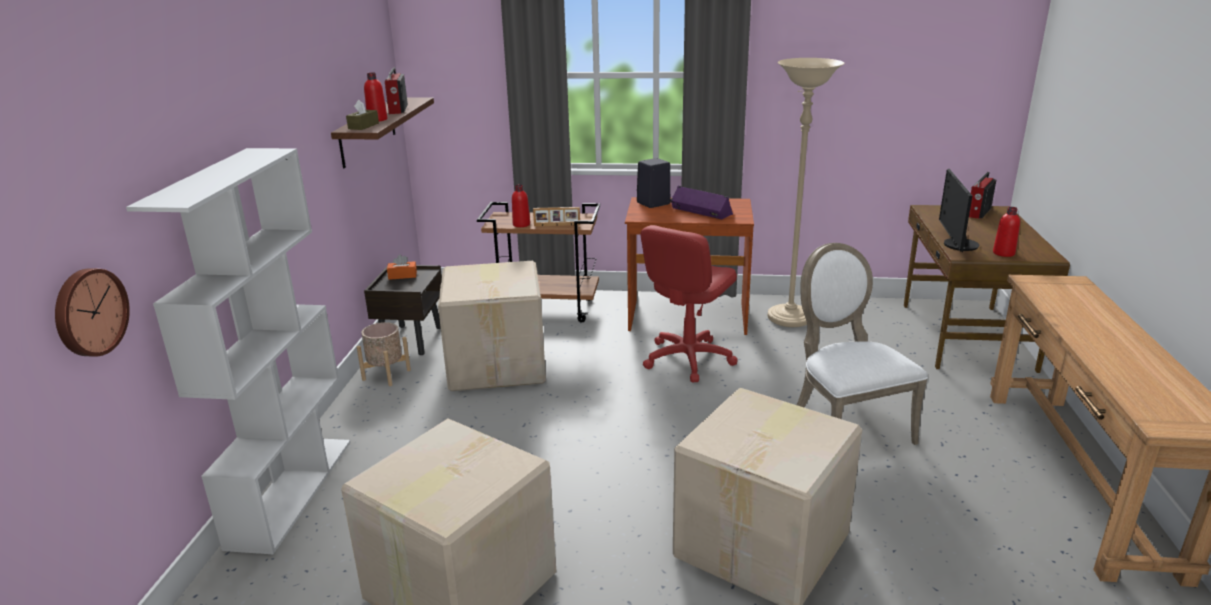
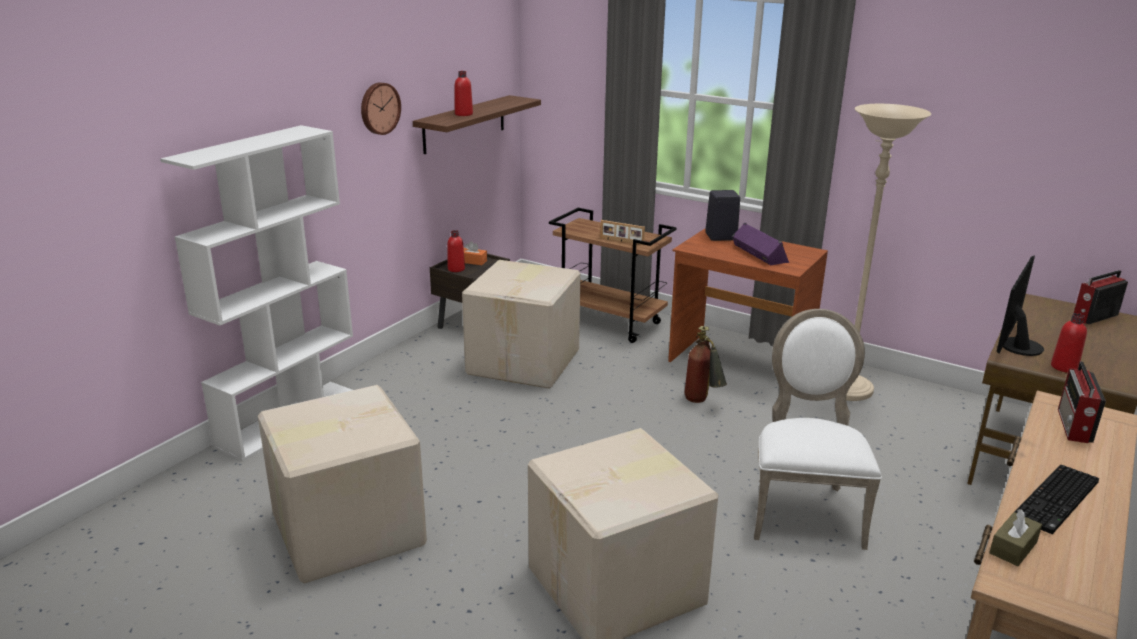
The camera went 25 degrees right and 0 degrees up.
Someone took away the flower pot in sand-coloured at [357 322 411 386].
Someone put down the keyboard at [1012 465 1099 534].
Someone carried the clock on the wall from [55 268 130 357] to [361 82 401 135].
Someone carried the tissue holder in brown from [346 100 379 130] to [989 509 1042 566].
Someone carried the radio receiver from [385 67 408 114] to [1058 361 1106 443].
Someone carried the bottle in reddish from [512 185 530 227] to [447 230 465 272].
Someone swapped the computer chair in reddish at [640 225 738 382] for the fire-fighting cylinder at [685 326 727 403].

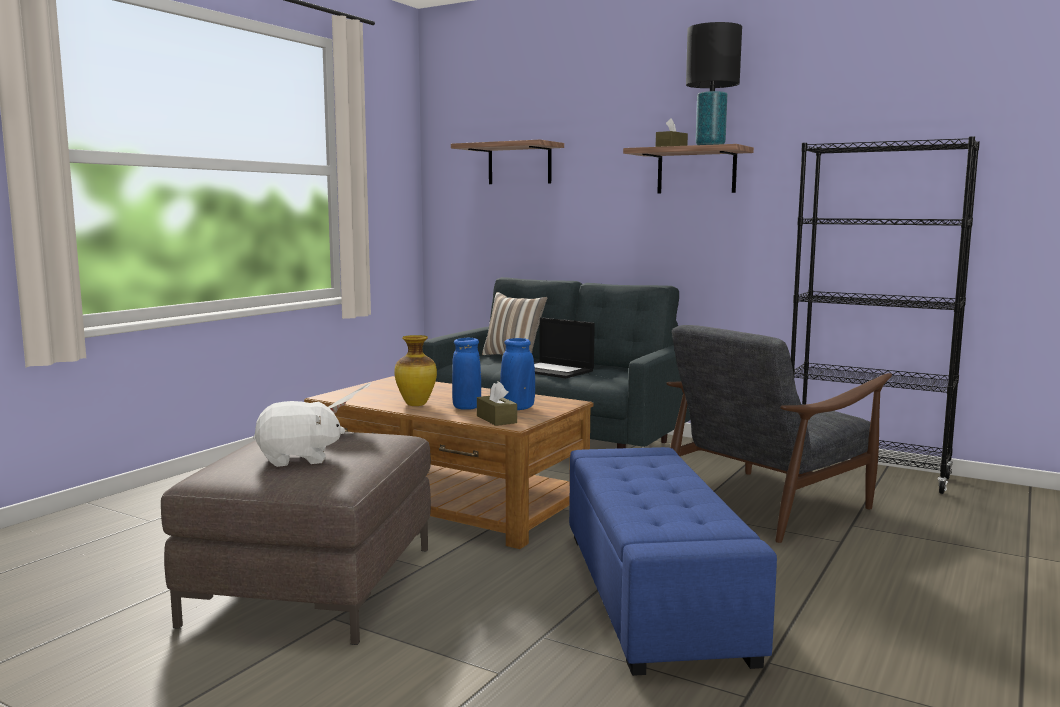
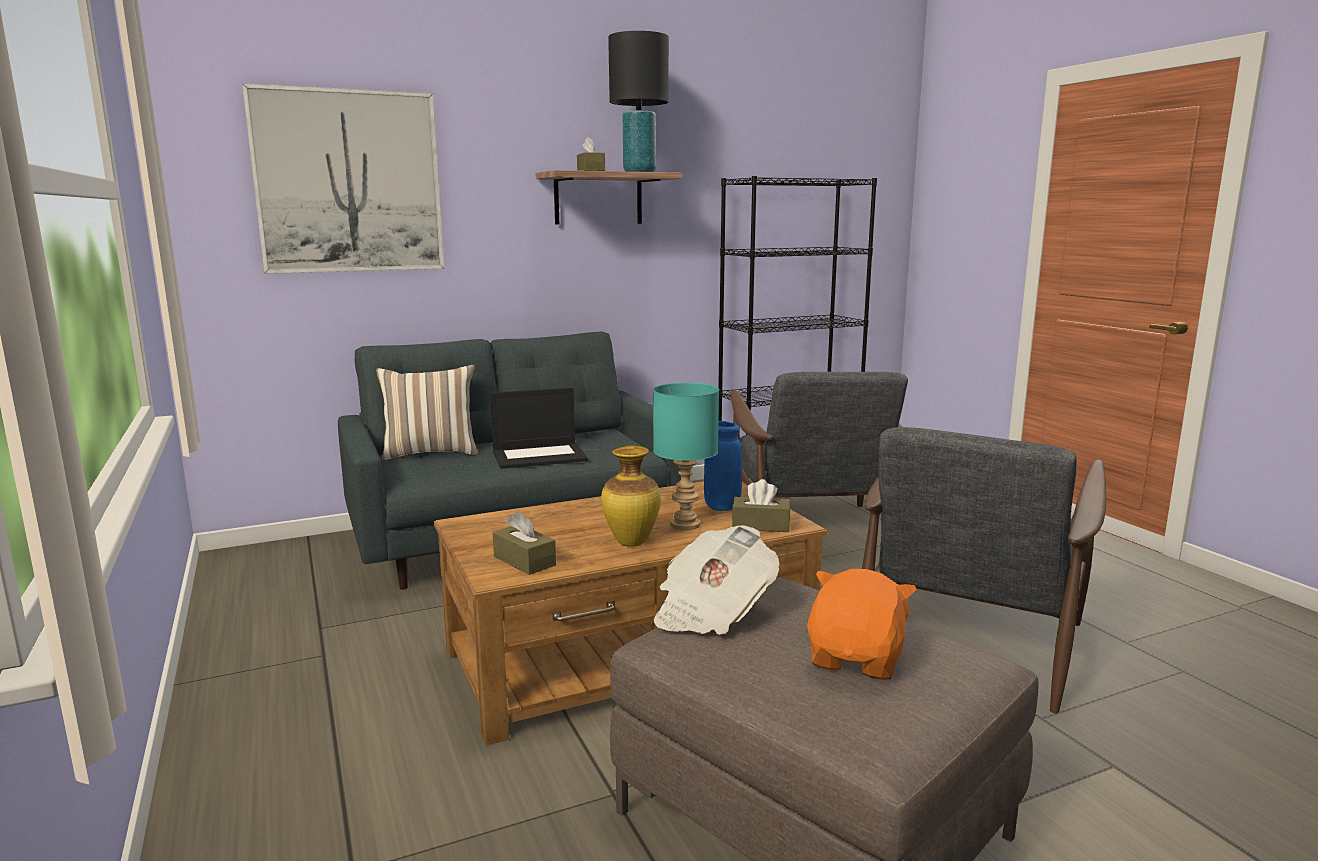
The camera went 55 degrees left and 5 degrees up.
Someone put down the tissue holder in brown at [493 511 556 575].
Someone swapped the shelf at [451 139 564 184] for the wall art at [242 83 444 274].
Someone swapped the vase in blue at [452 338 481 410] for the lamp for a table in turquoise-coloured at [653 383 719 530].
Someone swapped the pouffe in blue at [569 447 777 676] for the armchair in grey at [862 427 1106 713].
Someone repainted the soft toy in whitish at [253 401 345 467], which became the soft toy in orange-coloured at [807 569 916 680].

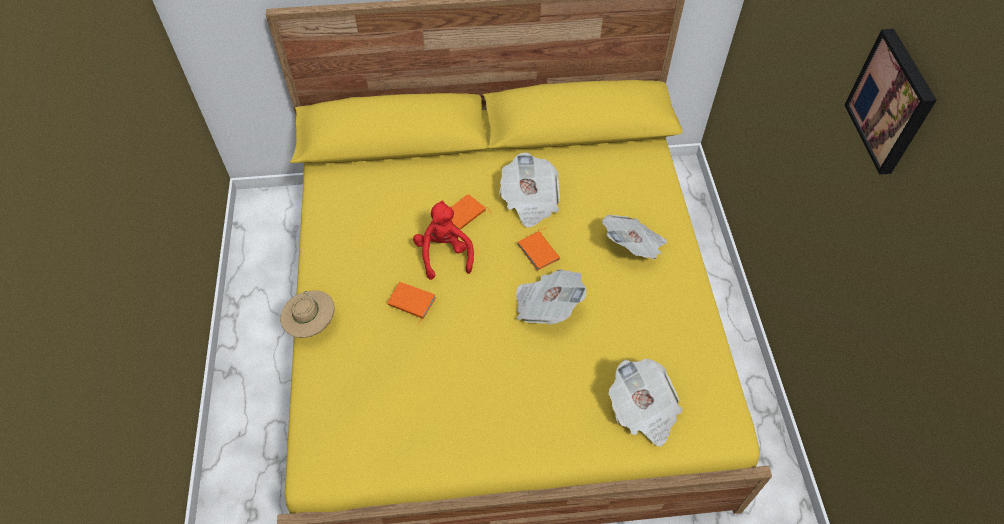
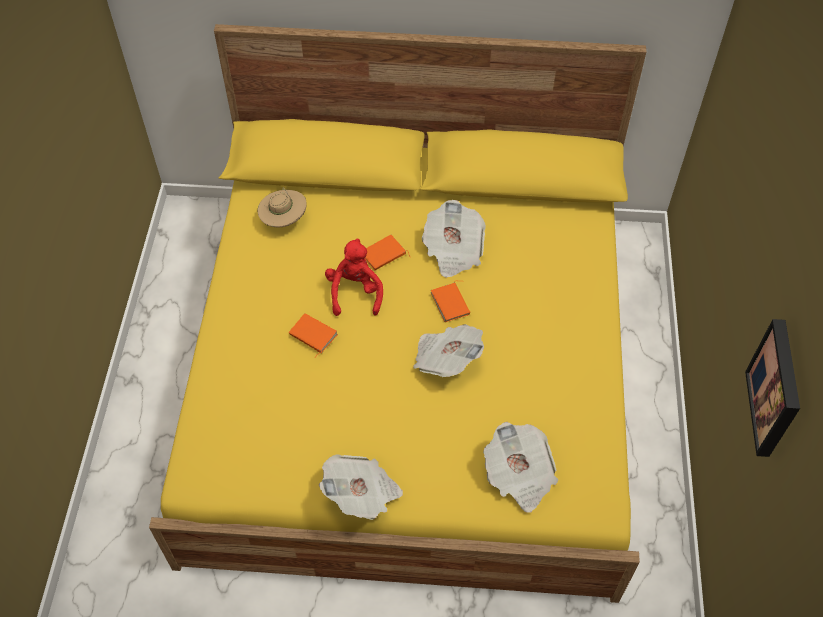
The camera went 10 degrees right and 0 degrees up.
Someone carried the wearable hat in sand-coloured from [280 290 334 338] to [257 187 307 228].
Someone carried the printed paper from [602 215 667 259] to [319 454 403 520].
Someone carried the wall art from [844 29 937 175] to [745 319 800 457].

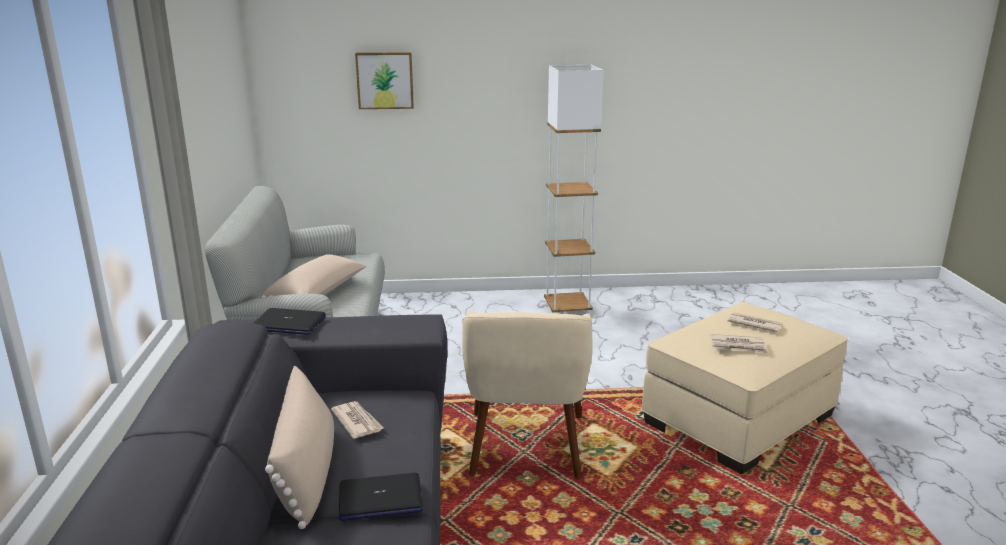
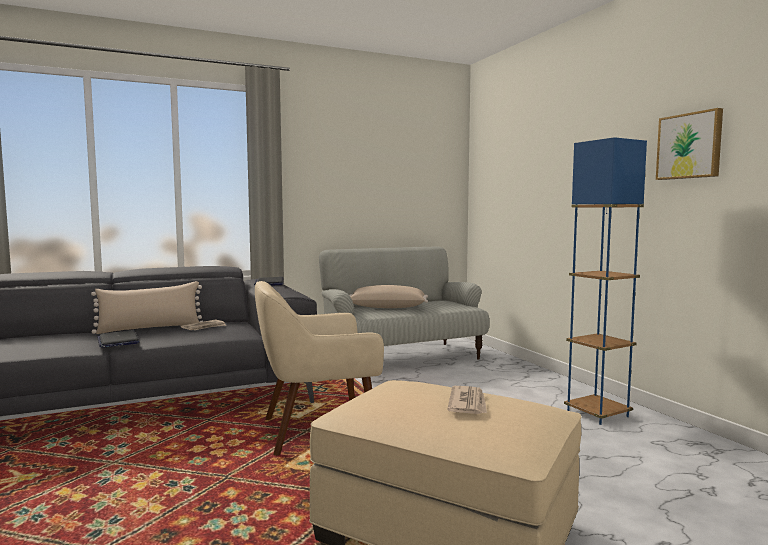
The camera went 70 degrees right and 15 degrees down.
Someone took away the printed paper at [710 334 768 353].
Someone carried the wall art from [355 52 414 109] to [656 108 723 180].
Someone repainted the standard lamp in whitish at [544 65 603 314], which became the standard lamp in blue at [564 137 647 425].

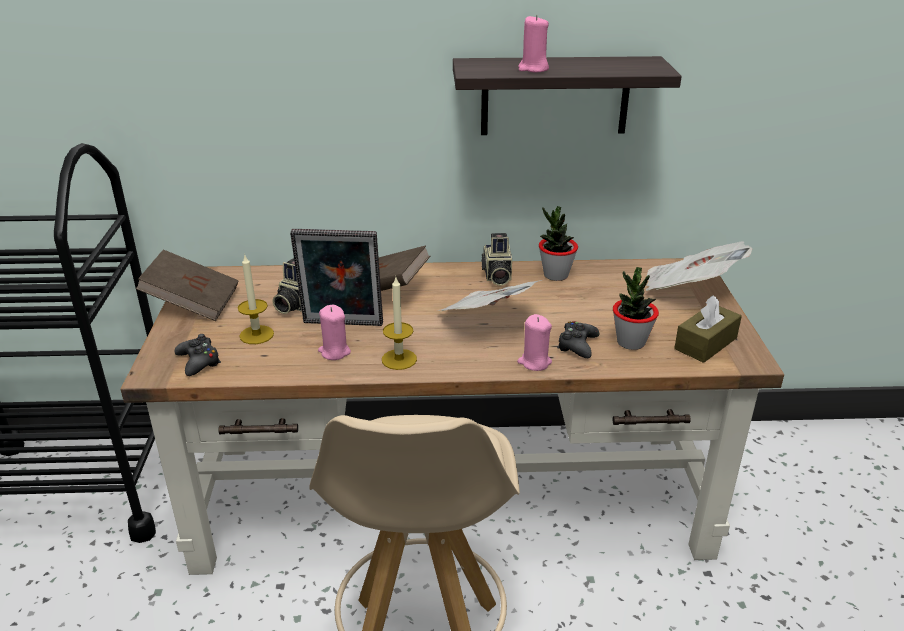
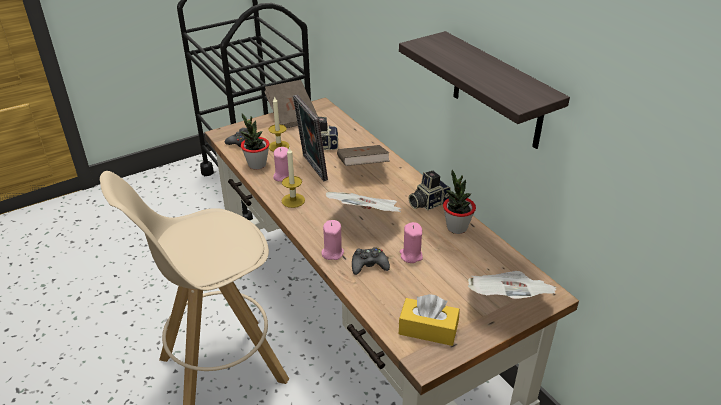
The camera went 60 degrees right and 5 degrees up.
Someone carried the wax candle in pink-coloured from [518 15 549 72] to [400 222 423 263].
Someone carried the potted plant from [613 267 659 350] to [241 113 269 170].
Someone repainted the tissue holder in brown at [674 295 742 363], which became the tissue holder in yellowish at [399 294 460 346].

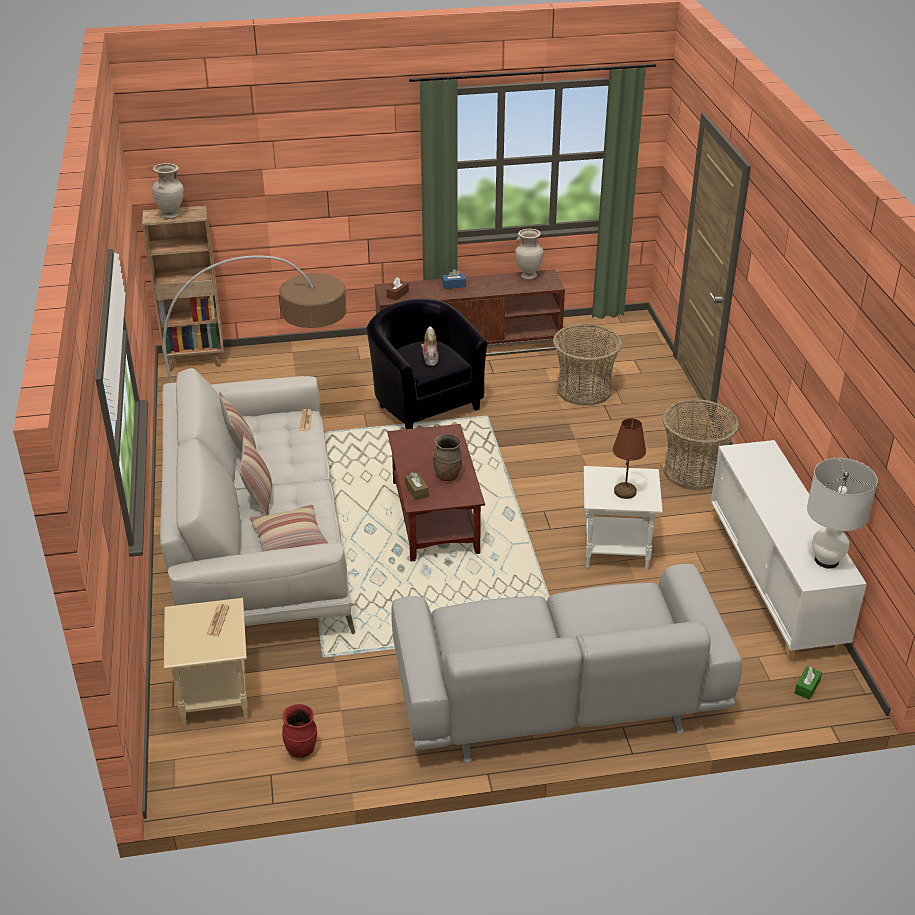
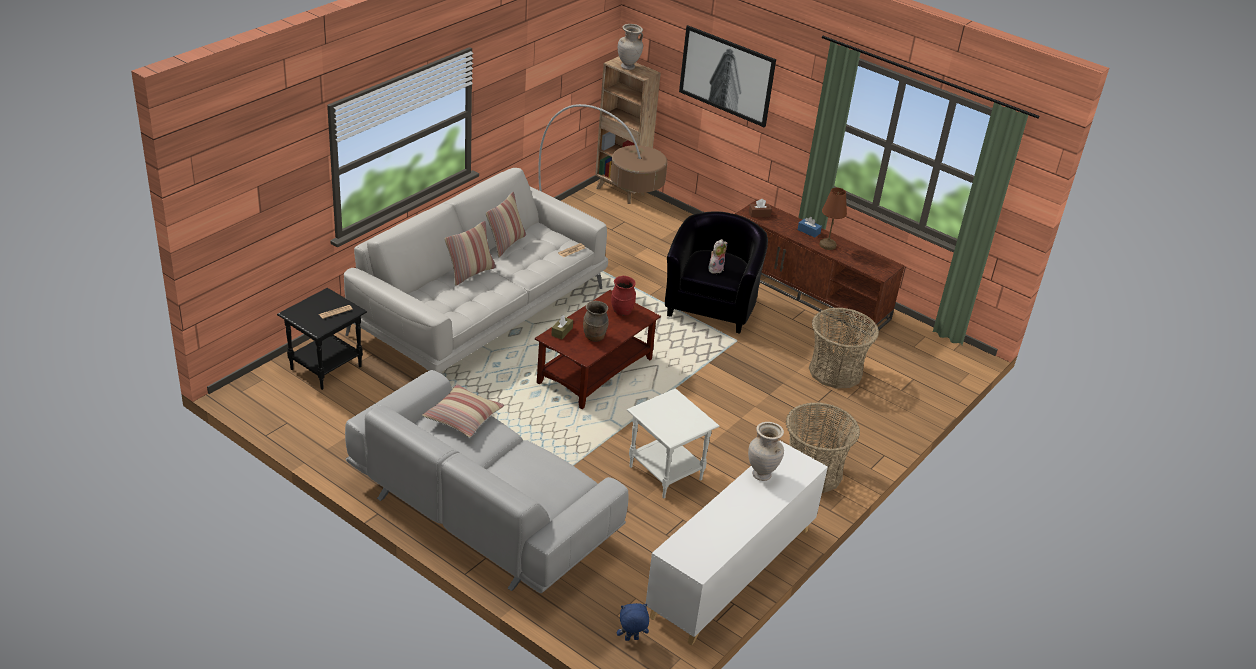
The camera went 45 degrees right and 0 degrees up.
Someone took away the lamp for a table in whitish at [807 458 878 568].
Someone put up the wall art at [679 25 776 128].
Someone carried the throw pillow from [250 505 328 552] to [422 384 504 438].
Someone carried the vase in reddish from [282 704 317 758] to [611 276 636 316].
Someone carried the vase in sand-coloured from [515 229 544 279] to [748 422 784 481].
Someone carried the lamp for a table in brown from [613 418 646 499] to [819 188 847 250].
Someone swapped the tissue holder in green at [795 666 822 700] for the soft toy in blue at [617 603 649 641].
Someone repainted the end table in sand-coloured at [164 598 248 727], which became the end table in black-coloured at [277 288 367 390].

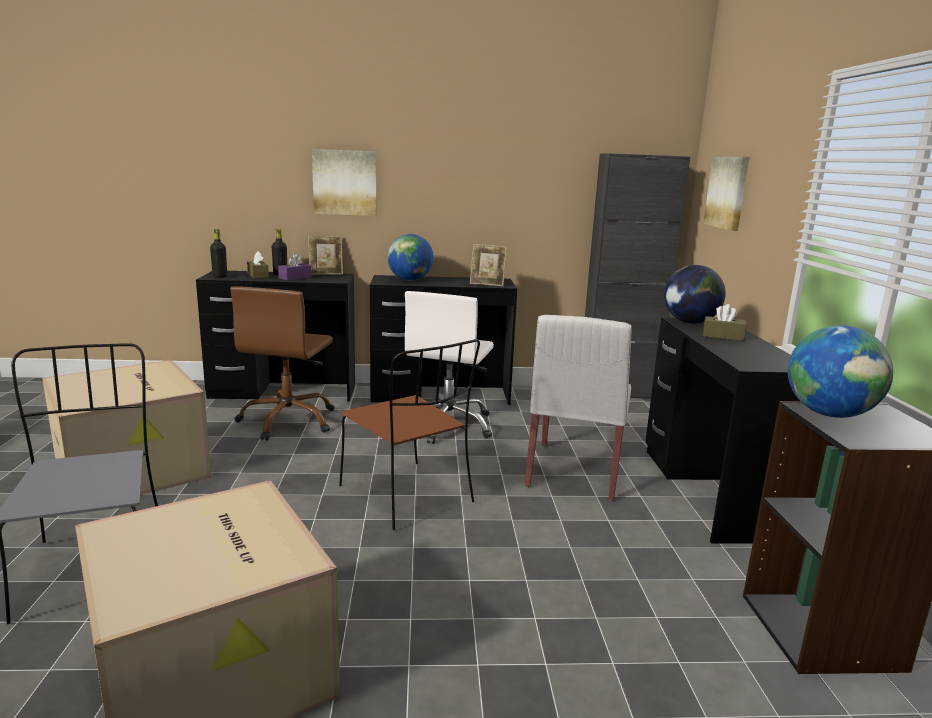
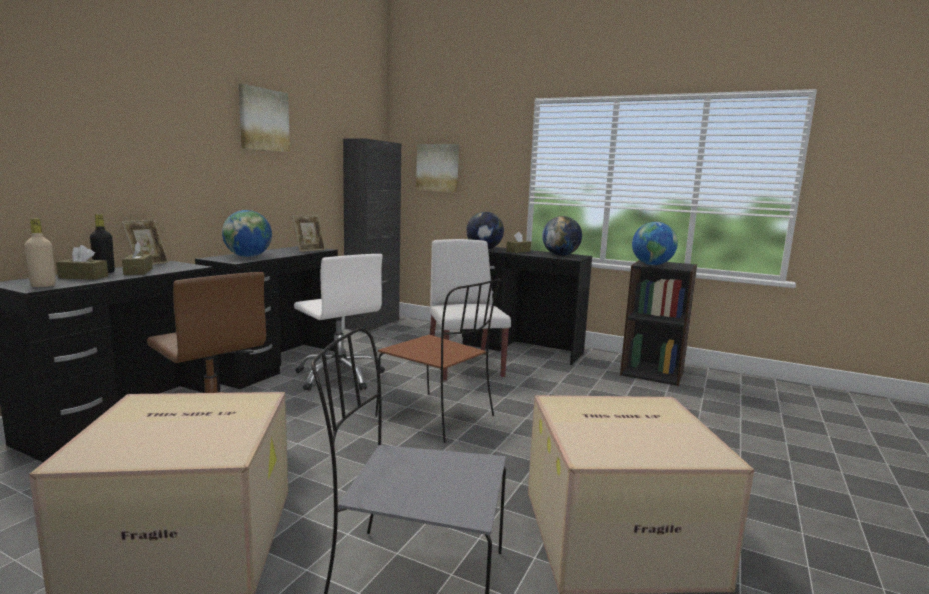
The camera went 60 degrees left and 5 degrees down.
Someone put down the globe at [542 216 582 256].
Someone carried the wall art from [312 149 376 216] to [238 84 290 152].
Someone repainted the bottle in black-coloured at [210 229 227 278], which became the bottle in sand-coloured at [24 219 56 287].
Someone repainted the tissue holder in purple at [278 254 311 281], which became the tissue holder in brown at [122 242 153 275].
Someone rotated the plain chair in brown at [339 339 480 530] by 45 degrees clockwise.
Someone rotated the plain chair in whitish at [525 315 632 501] by 150 degrees counterclockwise.

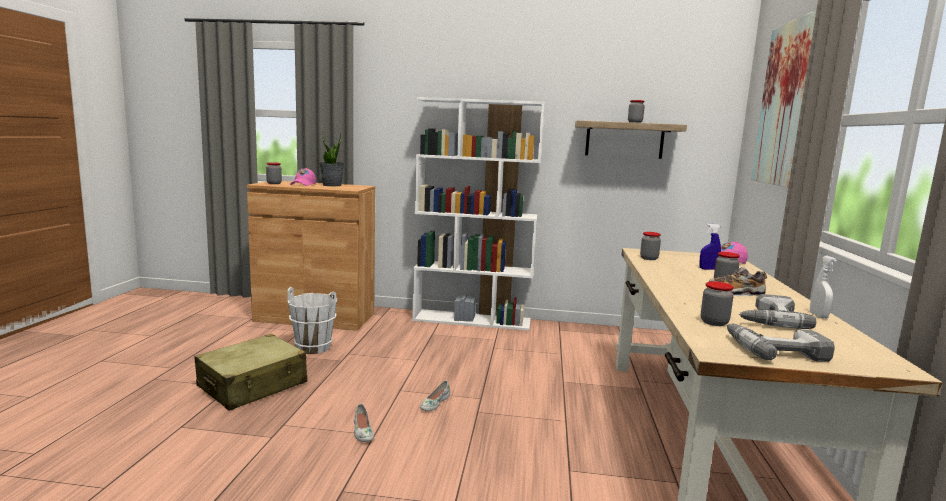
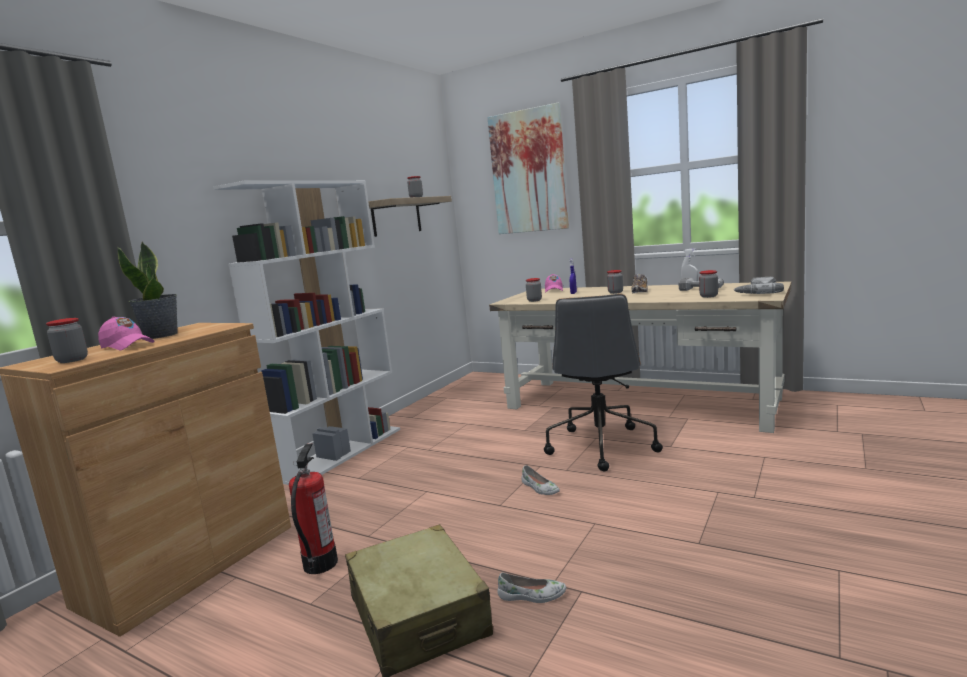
The camera went 65 degrees left and 0 degrees up.
Someone put down the computer chair in grey at [544 294 663 471].
Someone carried the low shoe in whitish from [354 404 374 442] to [497 573 566 603].
Someone swapped the pail in whitish at [287 287 337 354] for the fire-fighting cylinder at [289 443 338 574].

